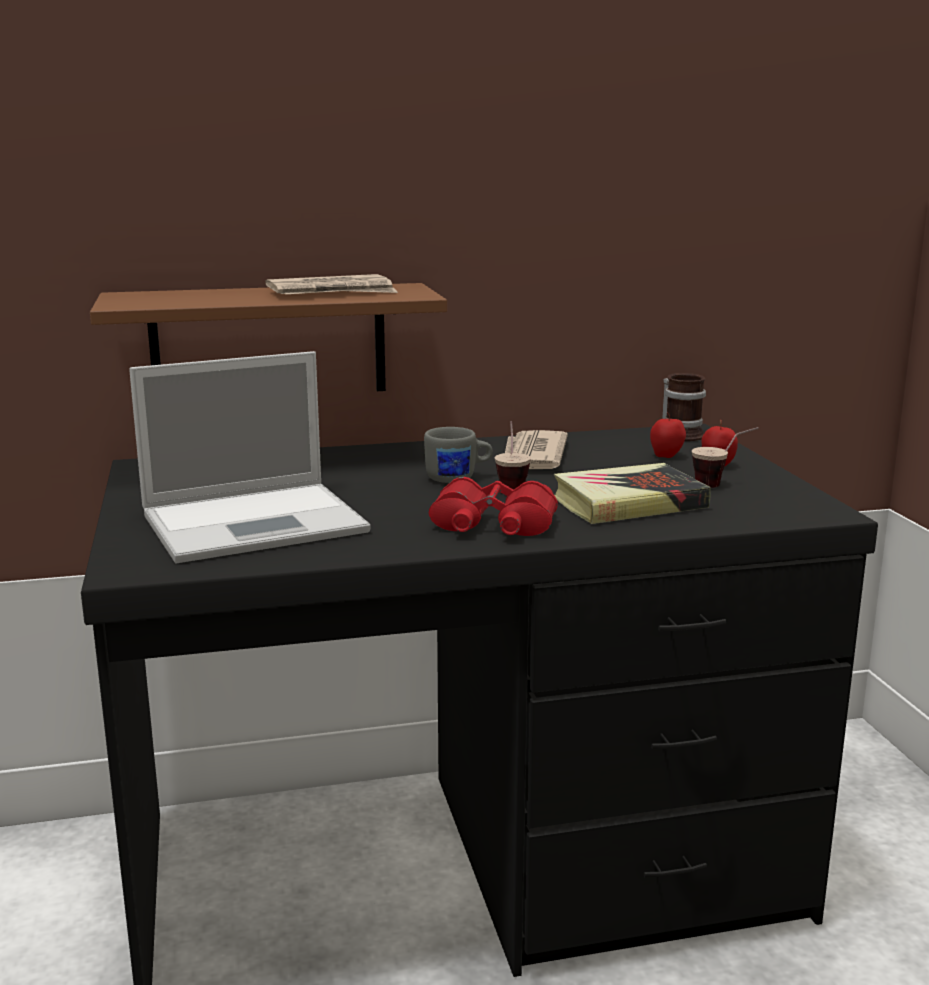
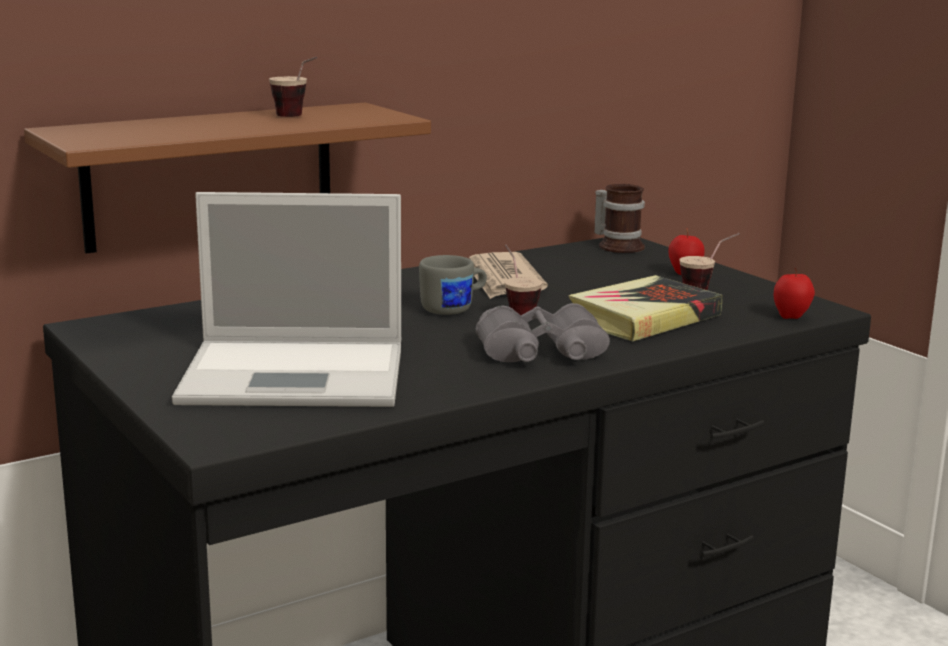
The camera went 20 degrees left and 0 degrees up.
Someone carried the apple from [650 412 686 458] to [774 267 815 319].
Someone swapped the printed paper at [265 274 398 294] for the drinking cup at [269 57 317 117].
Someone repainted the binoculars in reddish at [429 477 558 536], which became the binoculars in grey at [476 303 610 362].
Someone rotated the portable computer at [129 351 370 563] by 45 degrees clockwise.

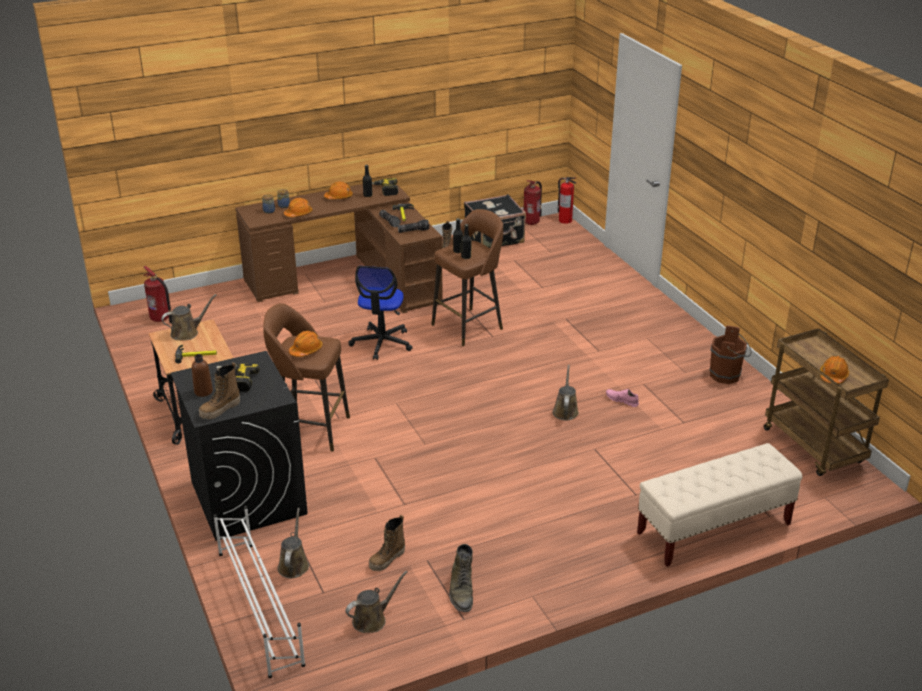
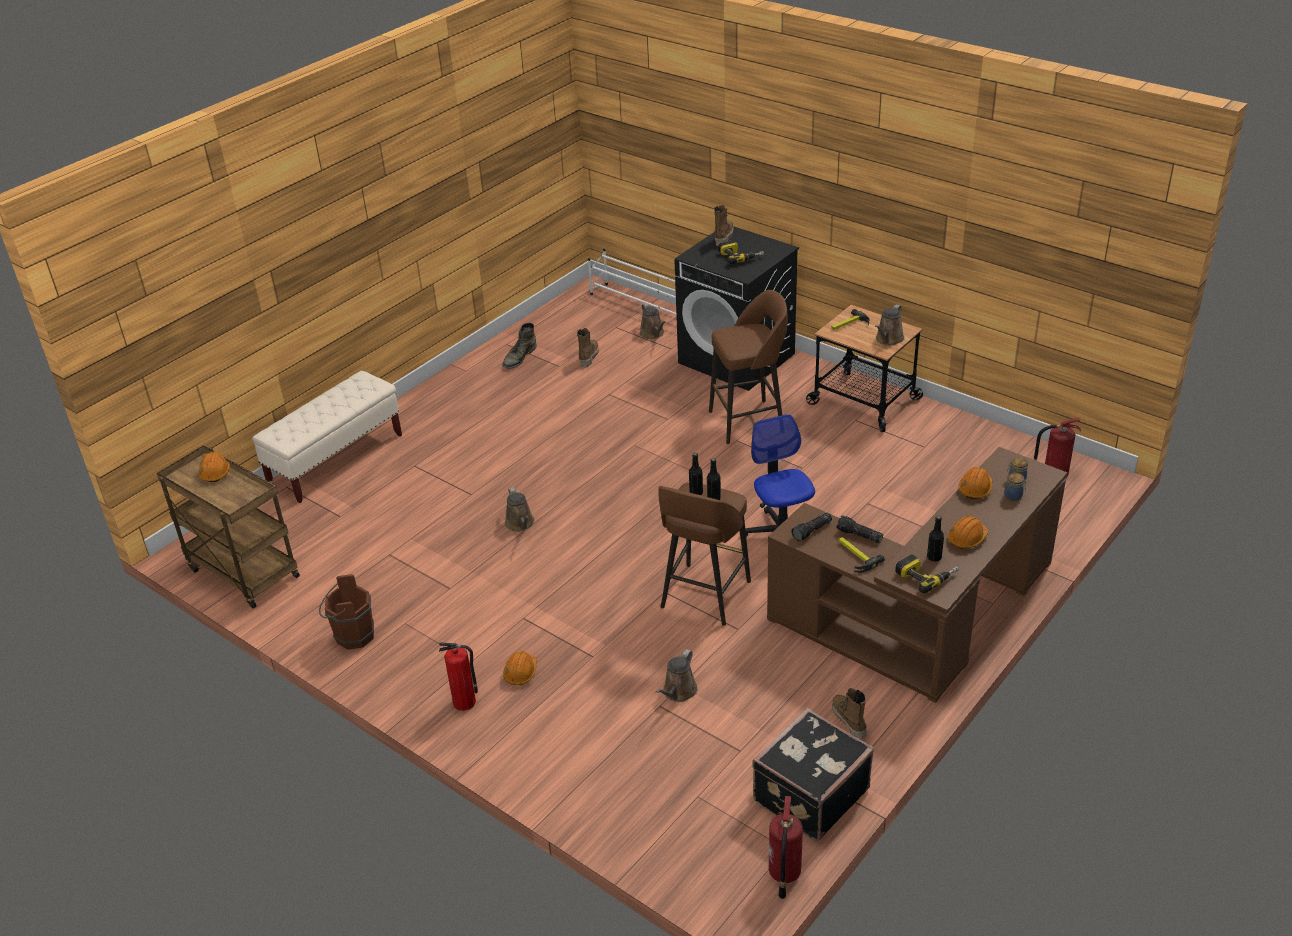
The camera went 155 degrees right and 5 degrees up.
Someone took away the bottle in brown at [192 354 213 397].
Someone took away the low shoe in pink-coloured at [606 389 639 407].
Someone carried the hard hat in orange-coloured from [289 331 323 357] to [503 651 537 685].
Someone carried the sprinkling can in brown from [345 571 408 633] to [656 649 698 702].
Someone carried the fire-fighting cylinder from [558 177 576 224] to [439 642 478 711].
Someone rotated the boot in green at [449 544 473 612] by 120 degrees counterclockwise.

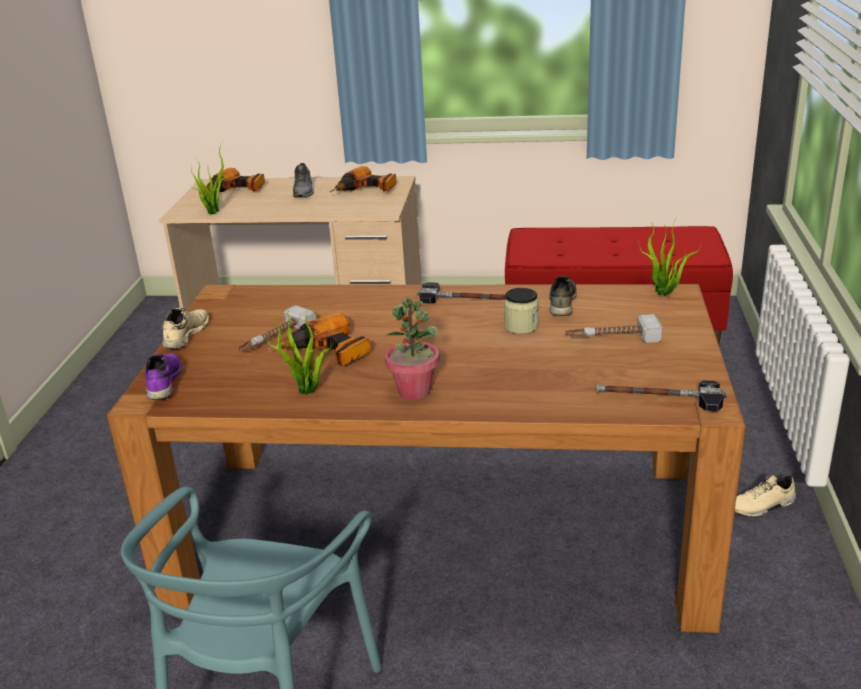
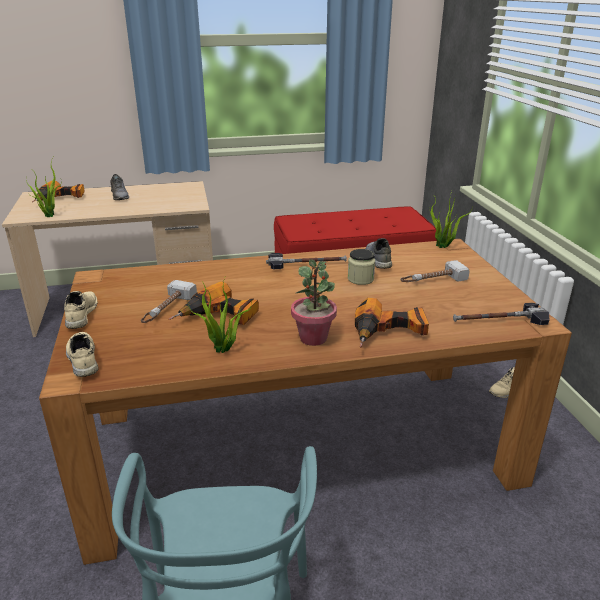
The camera went 20 degrees left and 0 degrees up.
Someone carried the electric drill from [330 166 396 192] to [355 298 429 347].
Someone repainted the low shoe in purple at [145 353 182 400], which became the low shoe in sand-coloured at [66 332 99 377].

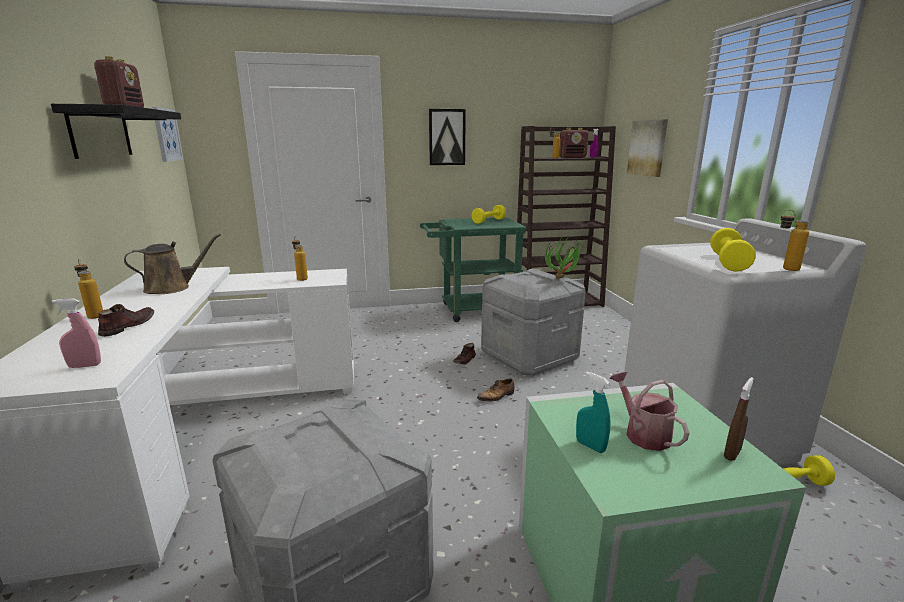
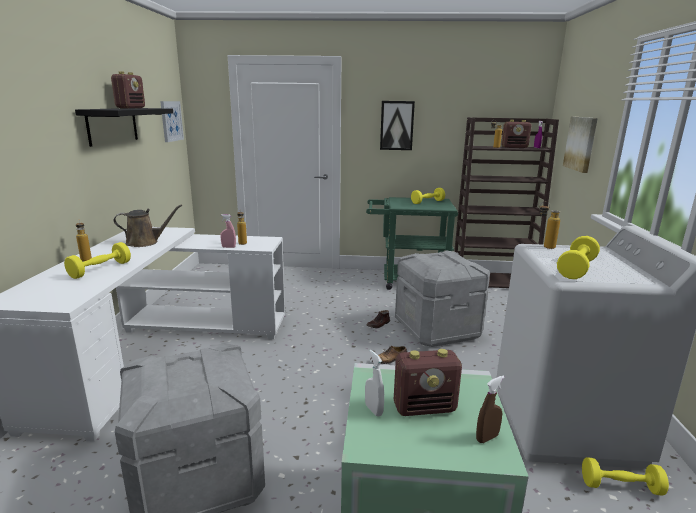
The camera went 15 degrees right and 0 degrees up.
Someone took away the potted plant at [545 235 584 279].
Someone carried the hand sprayer in pink-coloured from [52 298 101 368] to [220 214 236 248].
Someone carried the bottle from [780 209 809 271] to [539 202 560 249].
Someone swapped the low shoe in brown at [98 304 154 337] for the free weight in yellowish at [64 242 131 279].
Someone swapped the sprinkling can at [610 372 690 451] for the radio receiver at [394 349 462 416].
Someone repainted the hand sprayer in turquoise-coloured at [576 372 611 453], which became the hand sprayer in whitish at [365 350 384 417].

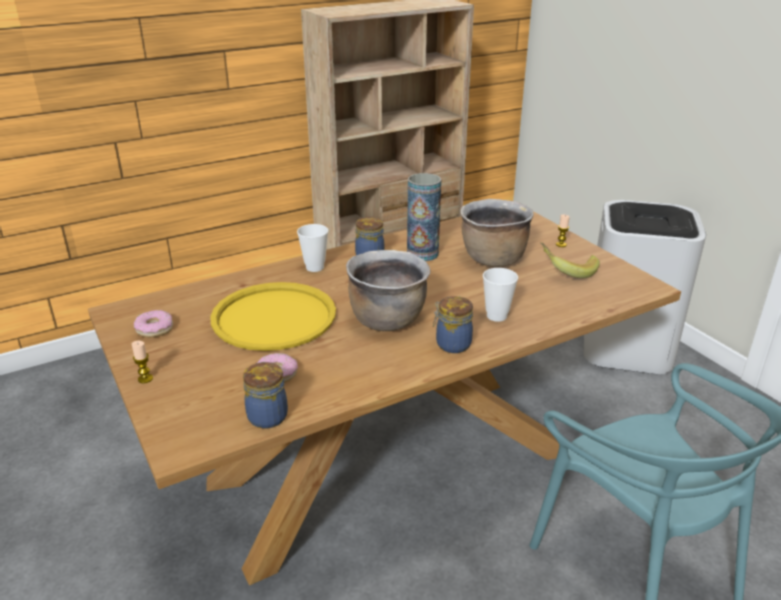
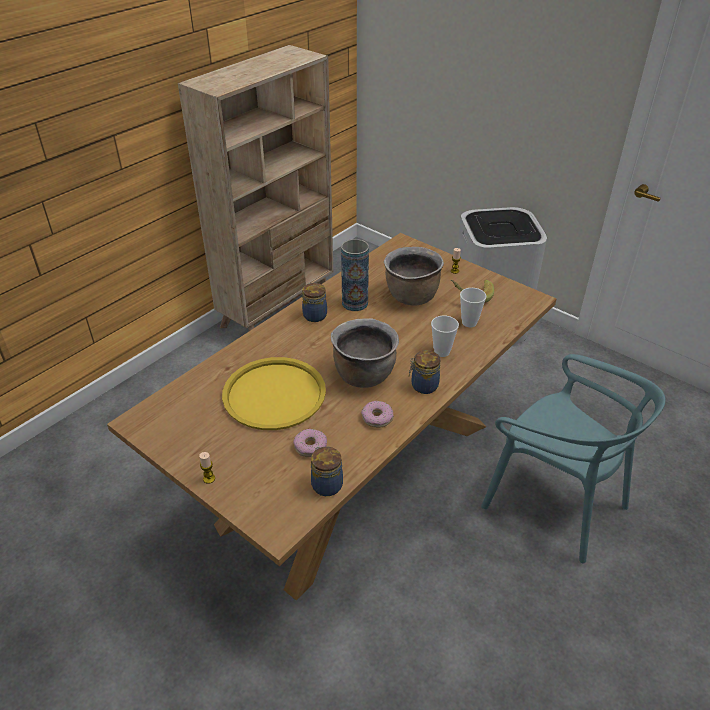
The camera went 20 degrees left and 10 degrees up.
Someone carried the donut from [134 310 173 337] to [361 401 394 428].
Someone carried the drinking cup from [297 224 329 272] to [460 288 486 327].

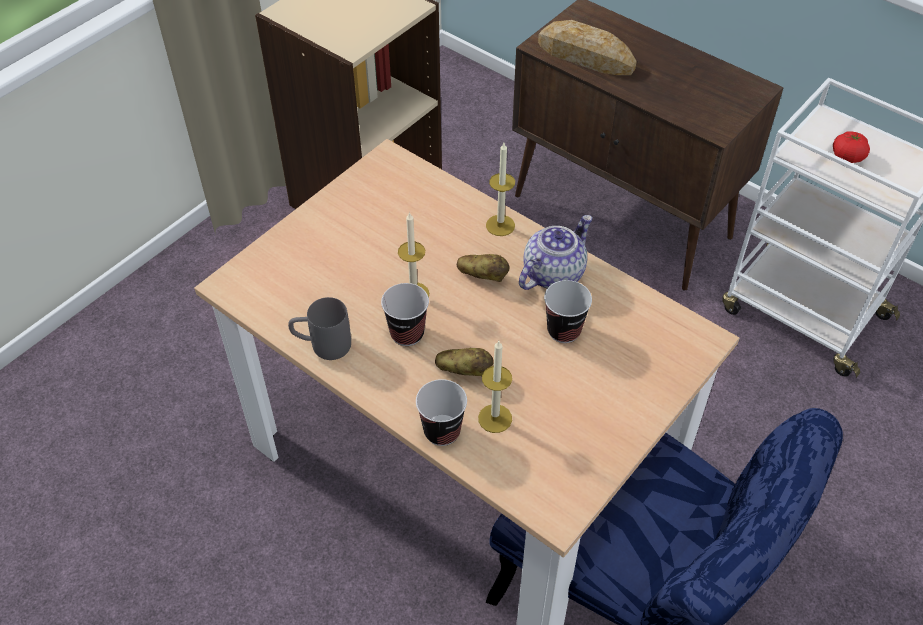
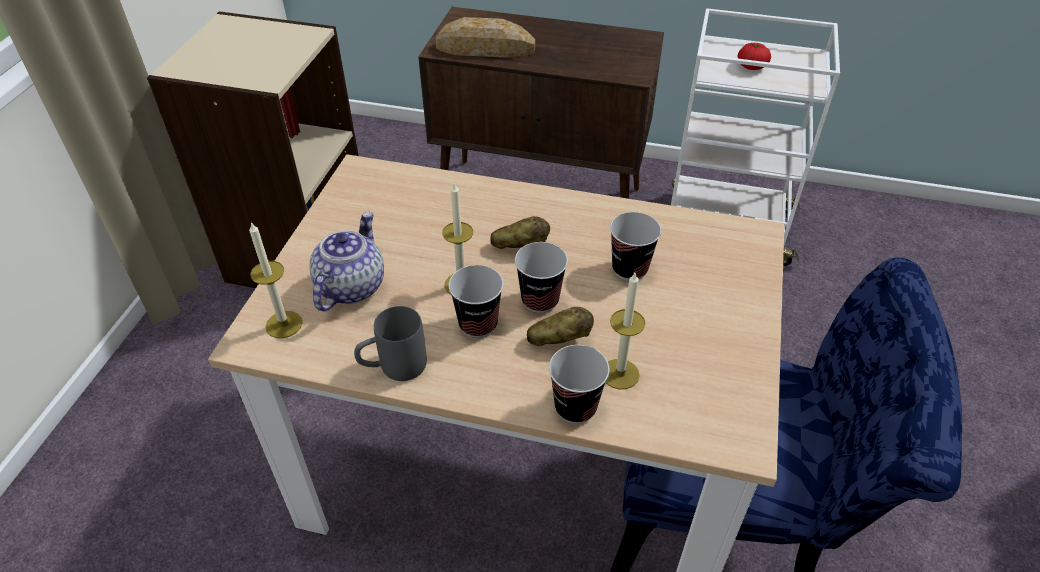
The camera went 25 degrees left and 5 degrees down.
Someone put down the drinking cup at [515 242 568 313].
Someone carried the wax candle from [486 143 515 236] to [249 222 303 338].
Someone carried the teapot from [519 215 592 290] to [309 212 384 311].

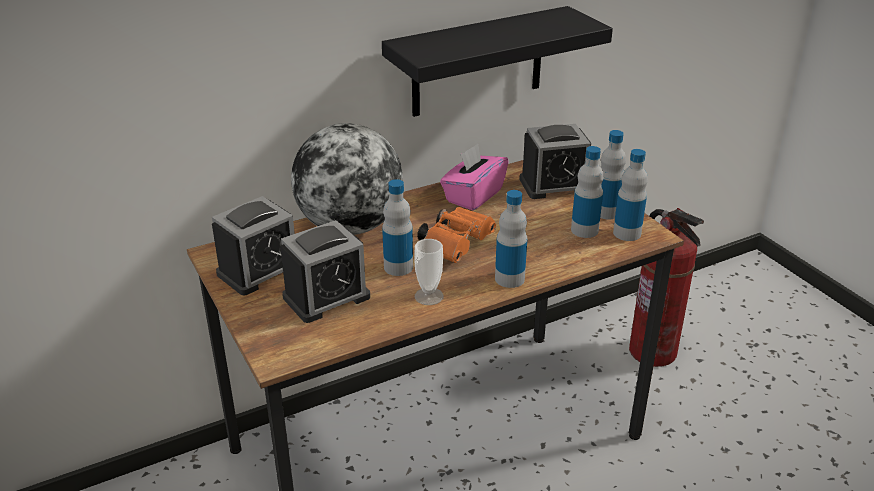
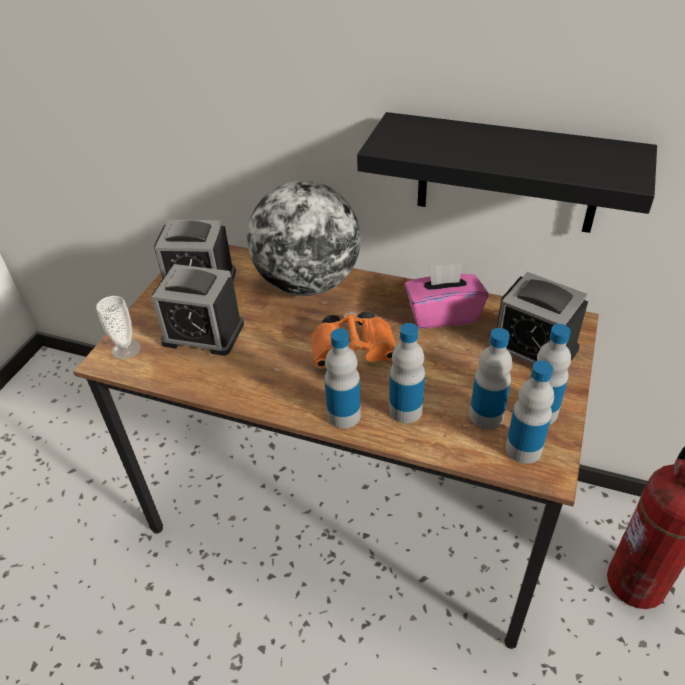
The camera went 50 degrees right and 10 degrees up.
Someone carried the bottle from [382 179 413 276] to [389 323 425 423].
Someone carried the drinking cup from [414 239 444 305] to [96 296 141 359].

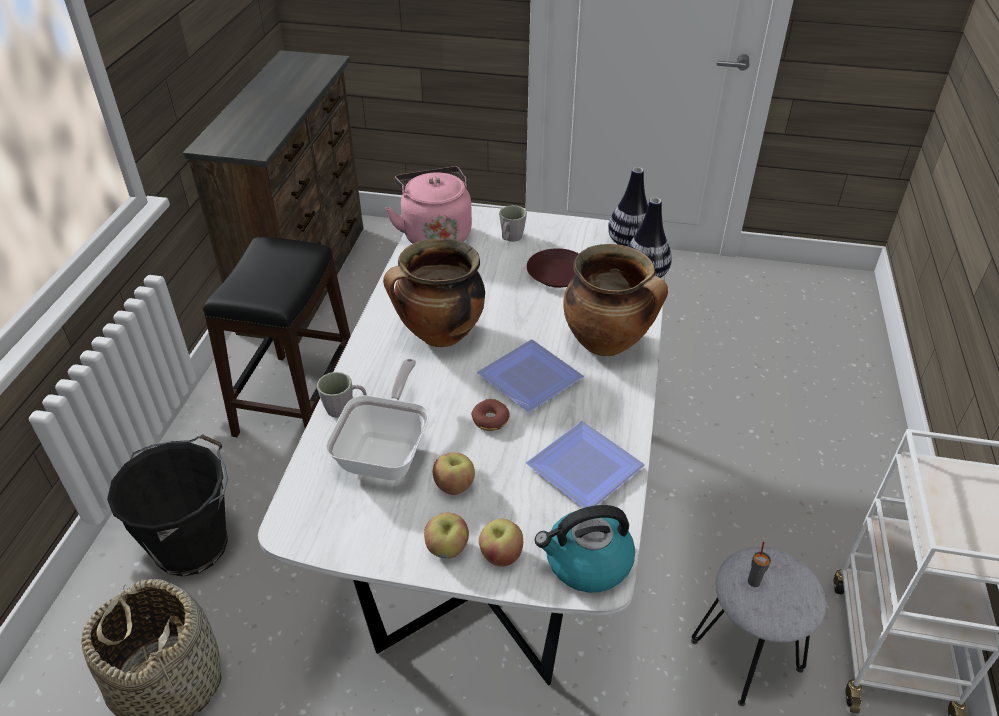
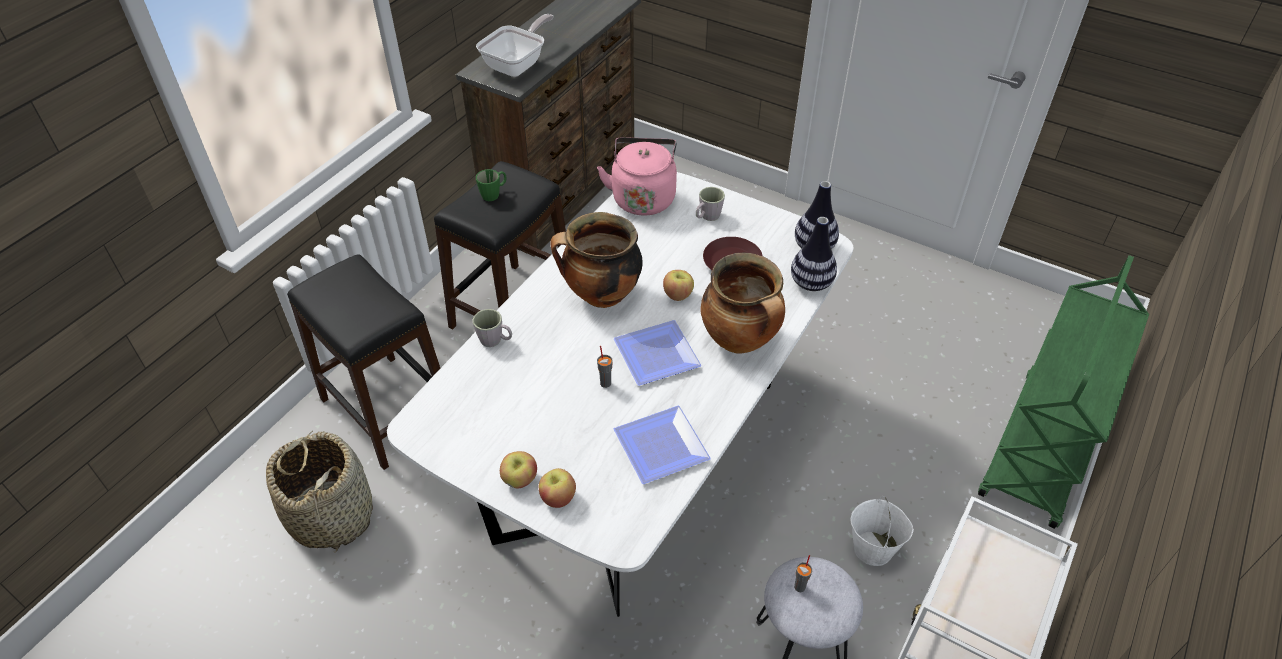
The camera went 20 degrees right and 5 degrees up.
Someone took away the water kettle at [535 505 635 593].
Someone put down the tea mug in green at [476 169 507 201].
Someone put down the pail in whitish at [850 496 914 566].
Someone put down the trolley in green at [978 255 1149 529].
Someone carried the frying pan from [326 359 429 481] to [476 14 553 77].
Someone carried the apple from [433 452 475 495] to [663 270 694 301].
Someone swapped the pail in black-coloured at [107 434 228 577] for the stool in black-coloured at [287 254 440 470].
Someone swapped the donut at [471 399 510 431] for the drinking cup in grey at [597 346 612 388].

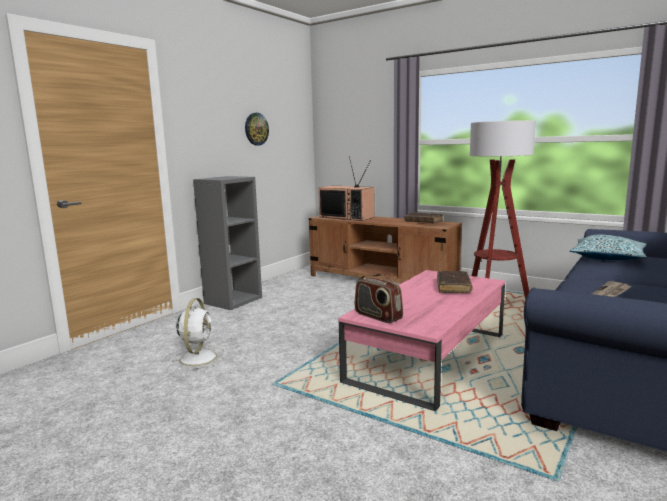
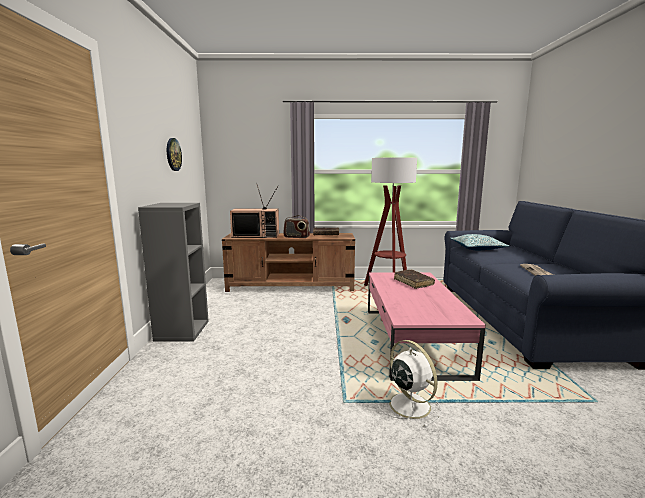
The camera went 35 degrees left and 0 degrees up.
Someone carried the cooling fan in whitish from [172 298 225 371] to [378 340 441 428].
Someone carried the radio receiver from [355 274 403 323] to [283 215 310 238].

